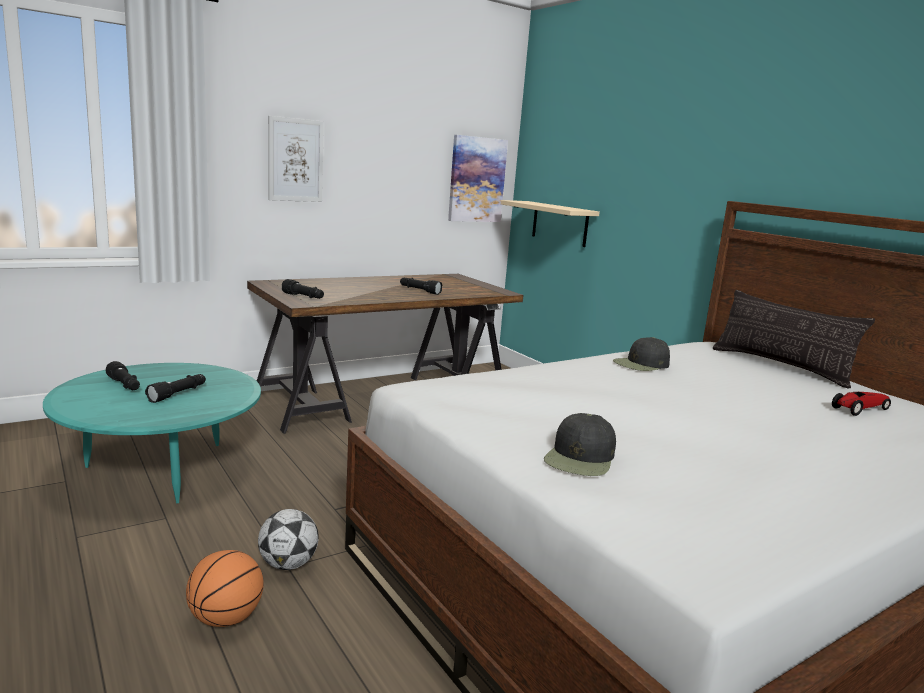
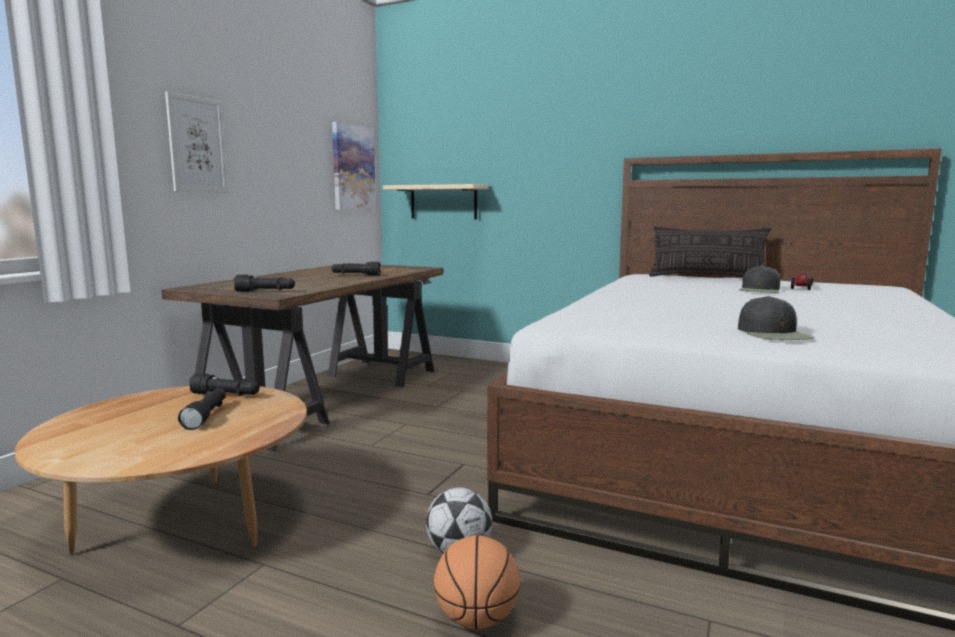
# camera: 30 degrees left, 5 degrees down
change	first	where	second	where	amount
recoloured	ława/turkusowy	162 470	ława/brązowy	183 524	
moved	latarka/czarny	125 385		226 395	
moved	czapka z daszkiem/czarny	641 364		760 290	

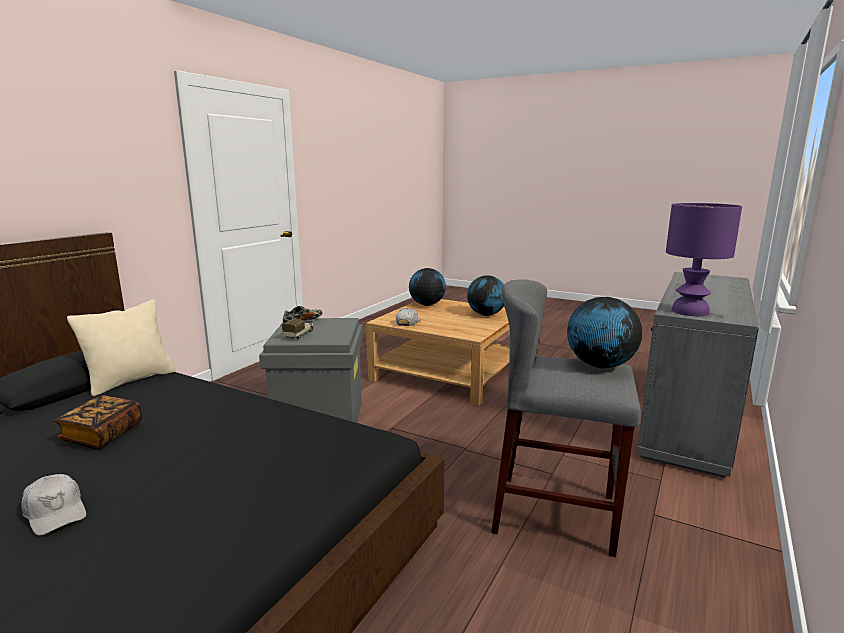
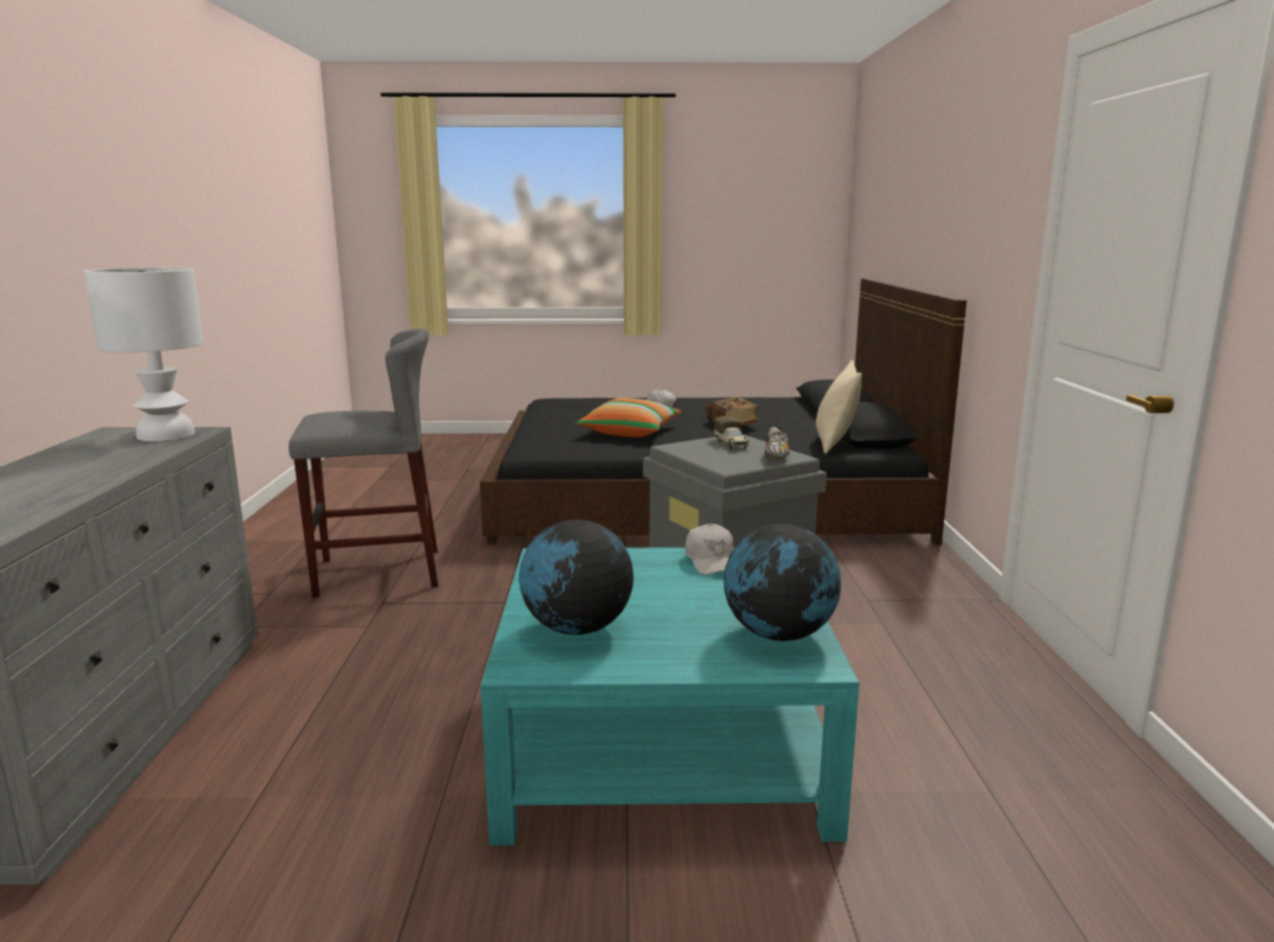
# camera: 150 degrees right, 0 degrees up
change	first	where	second	where	amount
recoloured	lampa stołowa/fioletowy	690 311	lampa stołowa/biały	165 435	
recoloured	ława/beżowy	448 371	ława/turkusowy	661 741	
added			poduszka	630 432	
removed	globus	600 365			

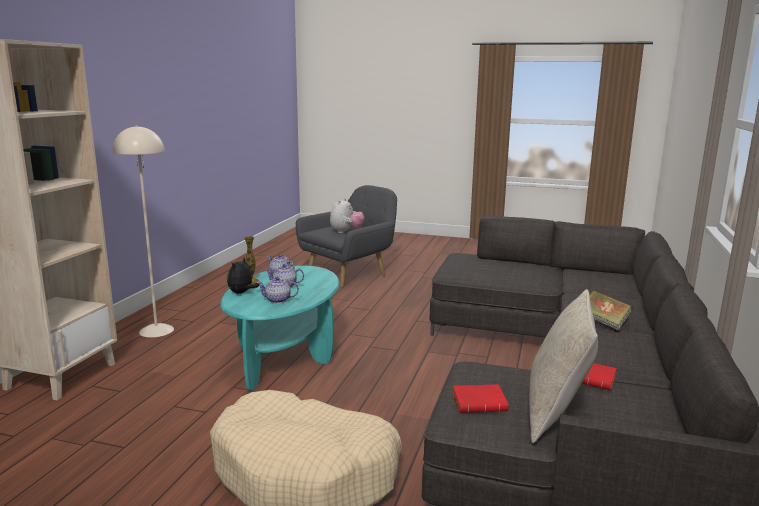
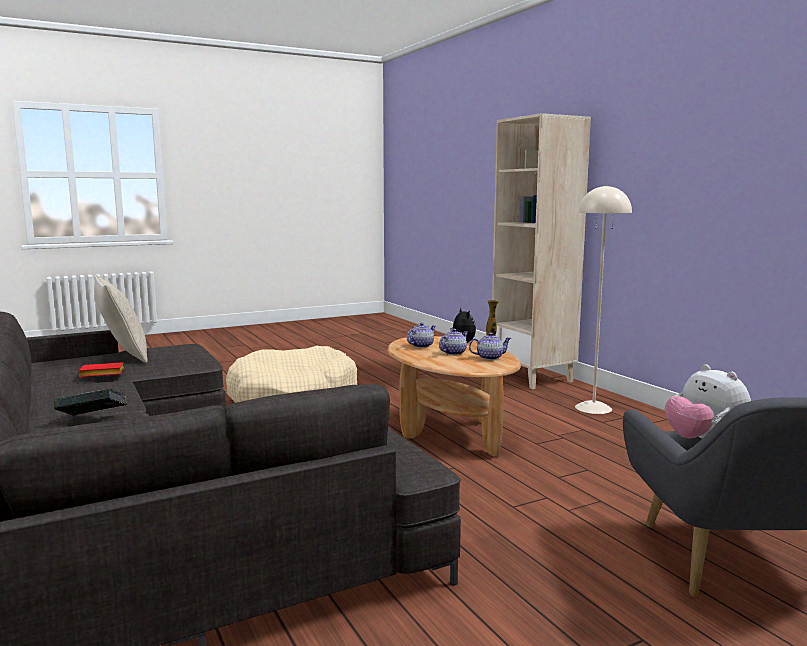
# camera: 135 degrees right, 5 degrees down
change	first	where	second	where	amount
recoloured	ława/turkusowy	285 357	ława/brązowy	449 430	
removed	książka/czerwony	480 403			

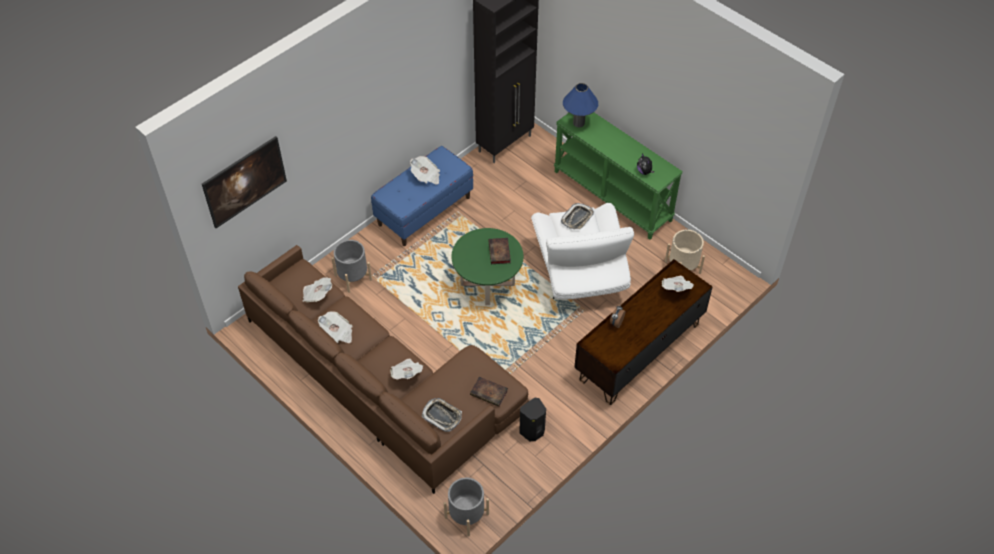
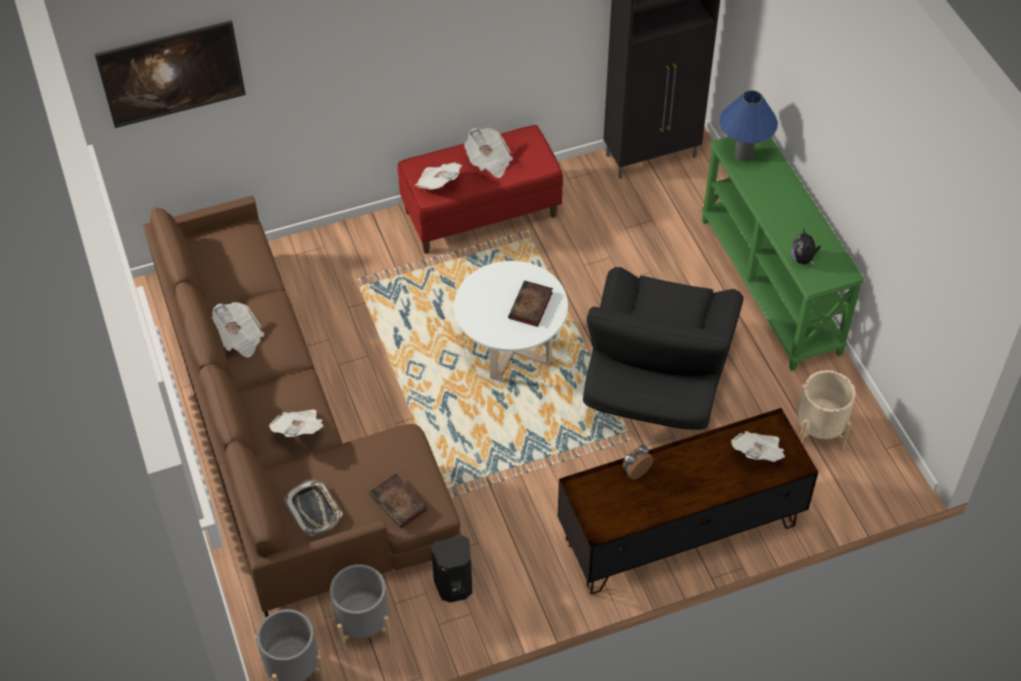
# camera: 25 degrees right, 0 degrees up
change	first	where	second	where	amount
moved	donica/szary	353 277		363 624	
recoloured	ławka/niebieski	424 210	ławka/czerwony	481 213	
moved	gazeta	317 295		438 184	
recoloured	ława/zielony	487 284	ława/biały	511 349	
recoloured	fotel/biały	580 272	fotel/czarny	656 381	
removed	taca	577 218			

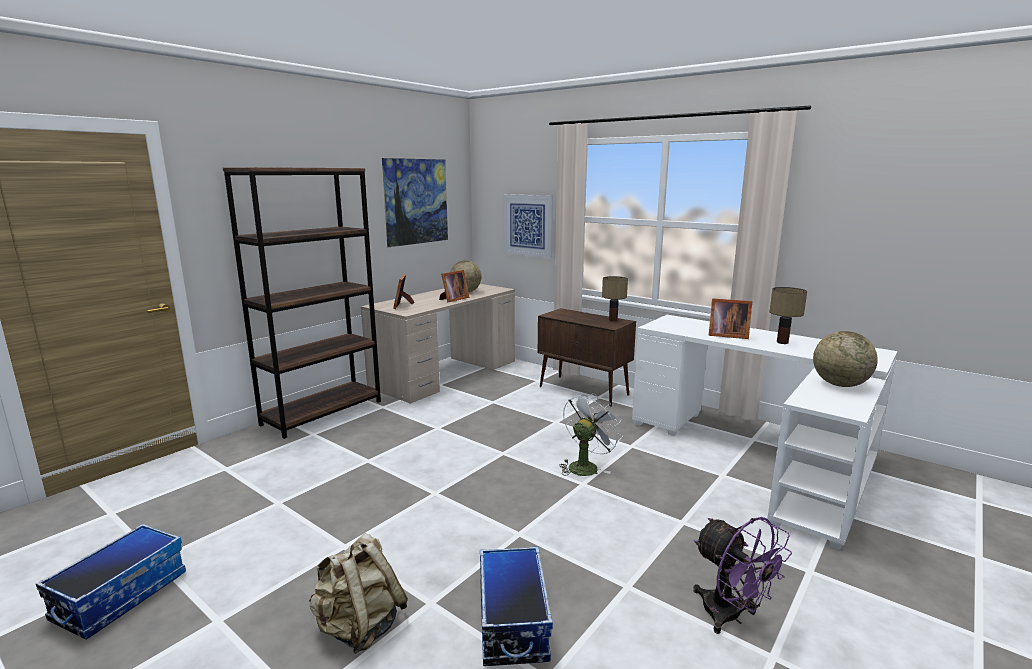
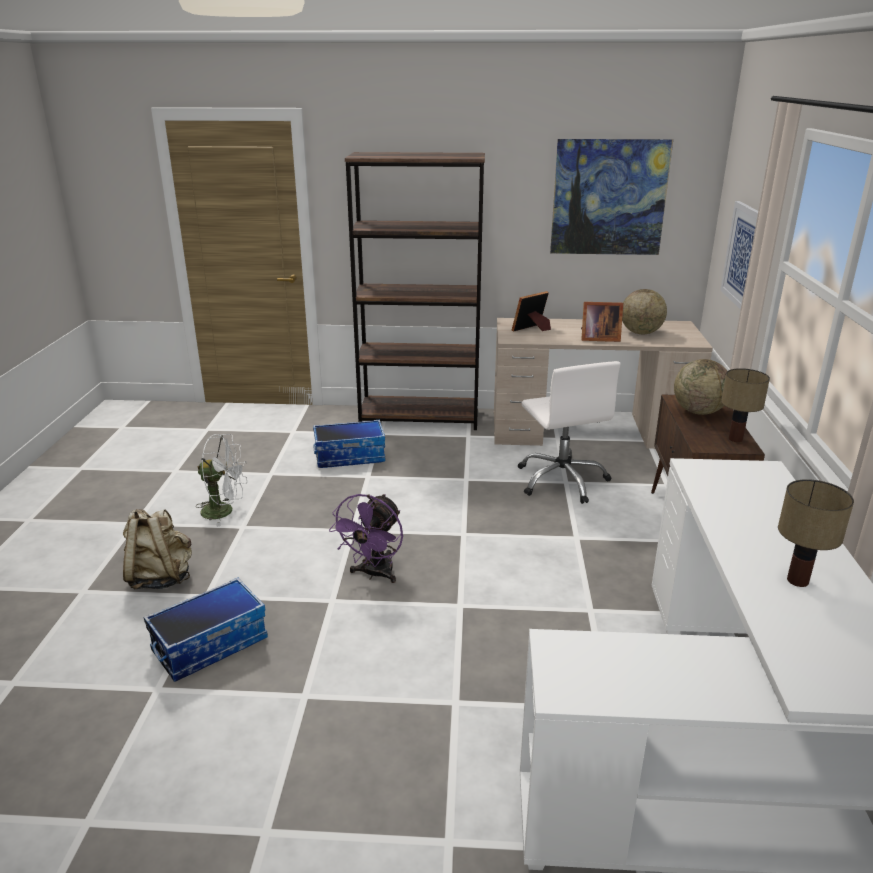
# camera: 55 degrees right, 10 degrees up
change	first	where	second	where	amount
moved	wentylator/biały	585 466		224 511	
moved	pojemnik do przechowywania	121 596		350 456	
moved	wentylator/fioletowy	730 616		374 574	
added			krzesło biurowe/biały	562 480	
moved	globus	840 384		698 411	
removed	ramka na zdjęcie	726 335			

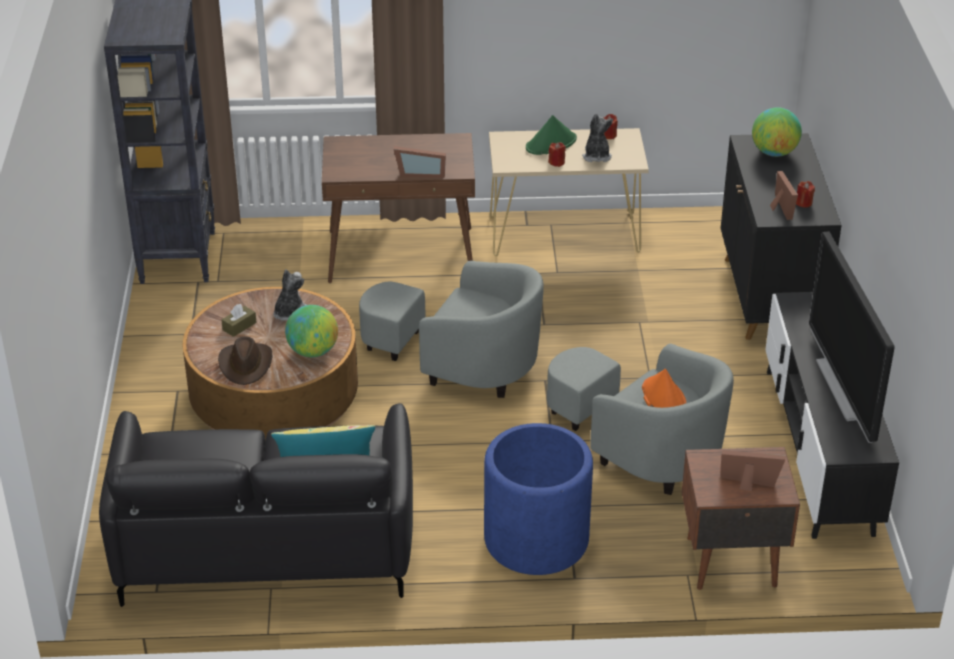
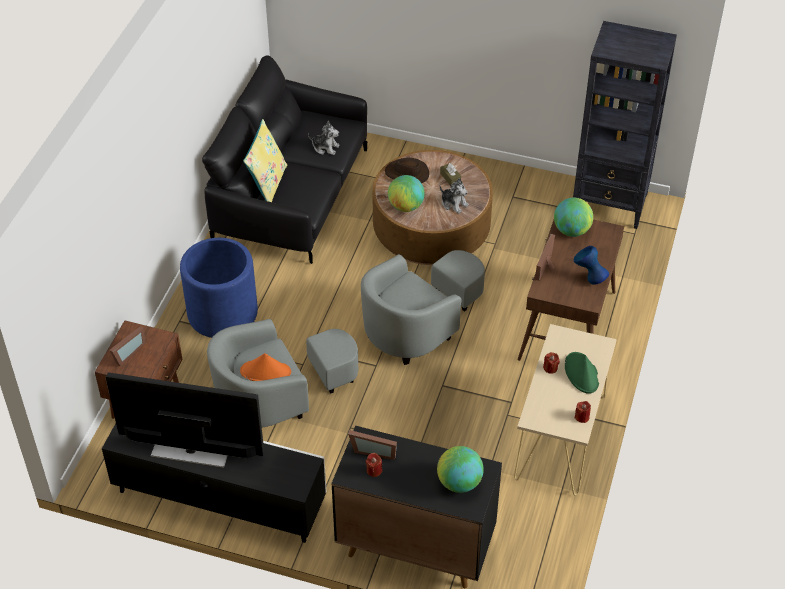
# camera: 110 degrees right, 10 degrees up
change	first	where	second	where	amount
moved	pluszak	596 156		325 147	
added			globus	571 230	
added			wazon/niebieski	589 278	

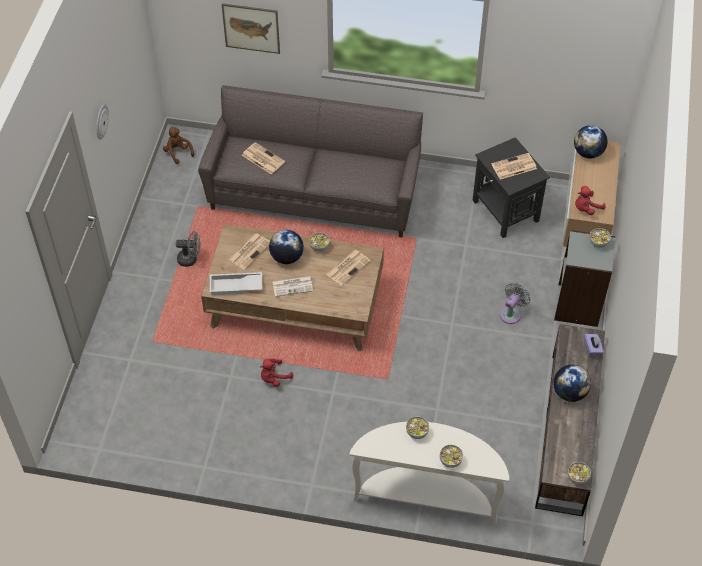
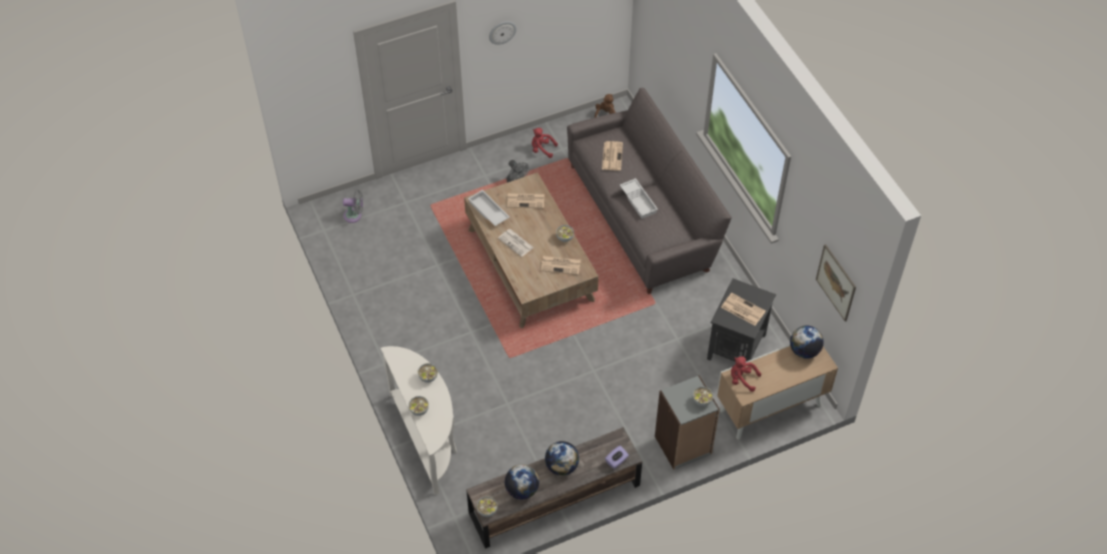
# camera: 55 degrees right, 0 degrees up
change	first	where	second	where	amount
moved	wentylator/szary	511 313		354 215	
moved	globus	287 257		522 490	
moved	pluszak/czerwony	274 378		542 149	
added			taca/biały	639 201	
moved	obraz	251 28		836 282	

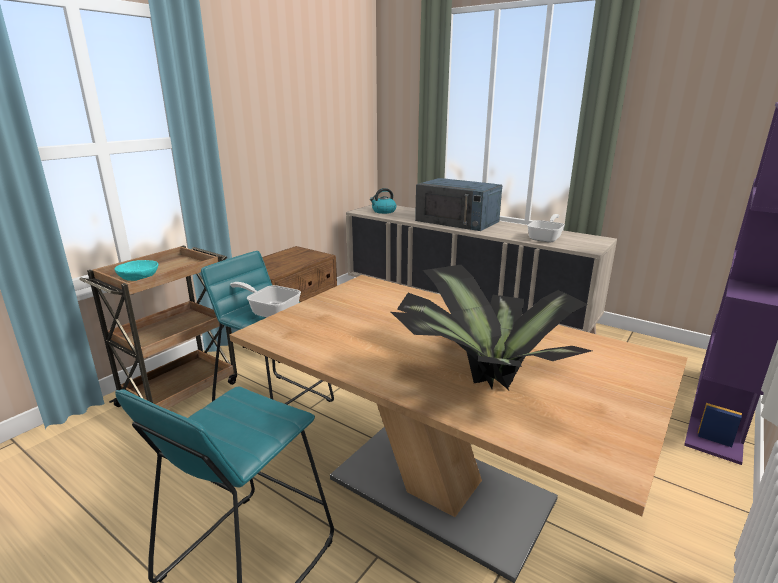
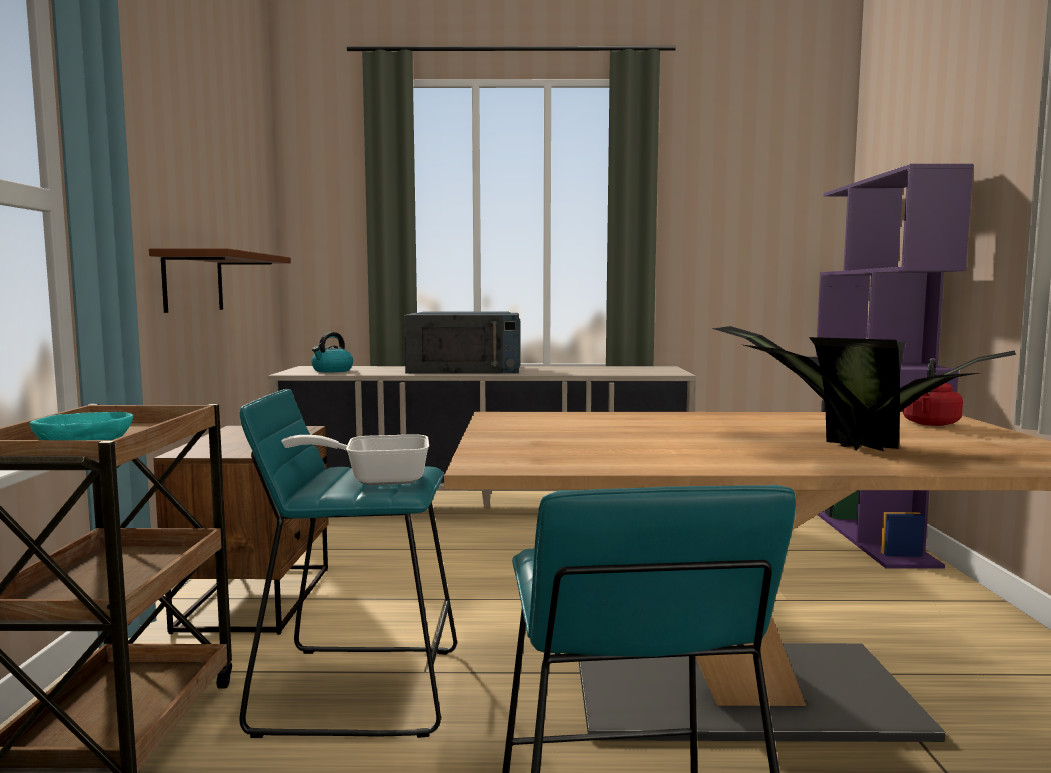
# camera: 35 degrees left, 15 degrees down
change	first	where	second	where	amount
added			półka/brązowy	193 282	
added			czajnik/czerwony	930 424	
removed	patelnia	546 238			

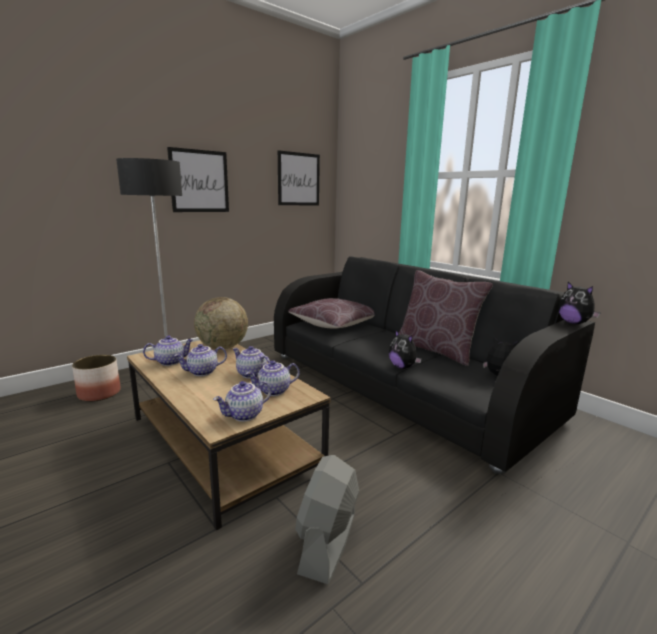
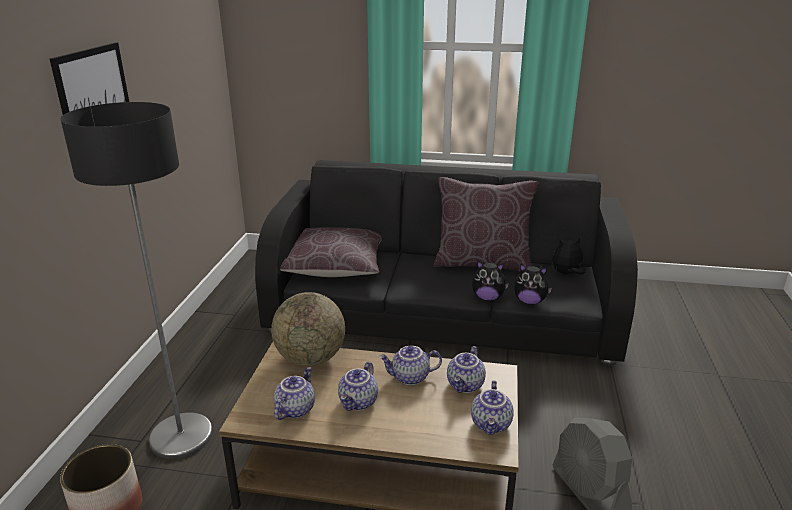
# camera: 40 degrees left, 10 degrees up
change	first	where	second	where	amount
moved	pluszak	574 323		529 301	
removed	obraz	298 179			

